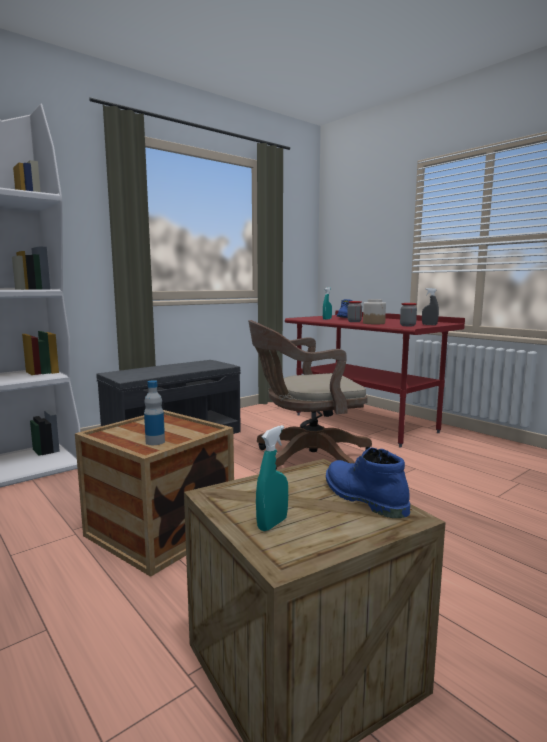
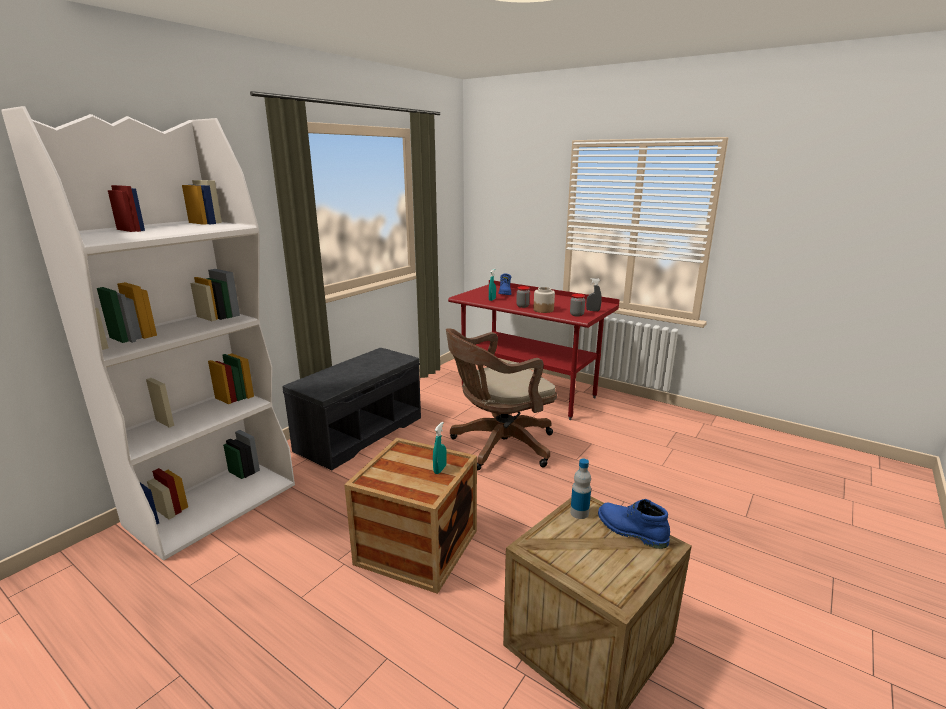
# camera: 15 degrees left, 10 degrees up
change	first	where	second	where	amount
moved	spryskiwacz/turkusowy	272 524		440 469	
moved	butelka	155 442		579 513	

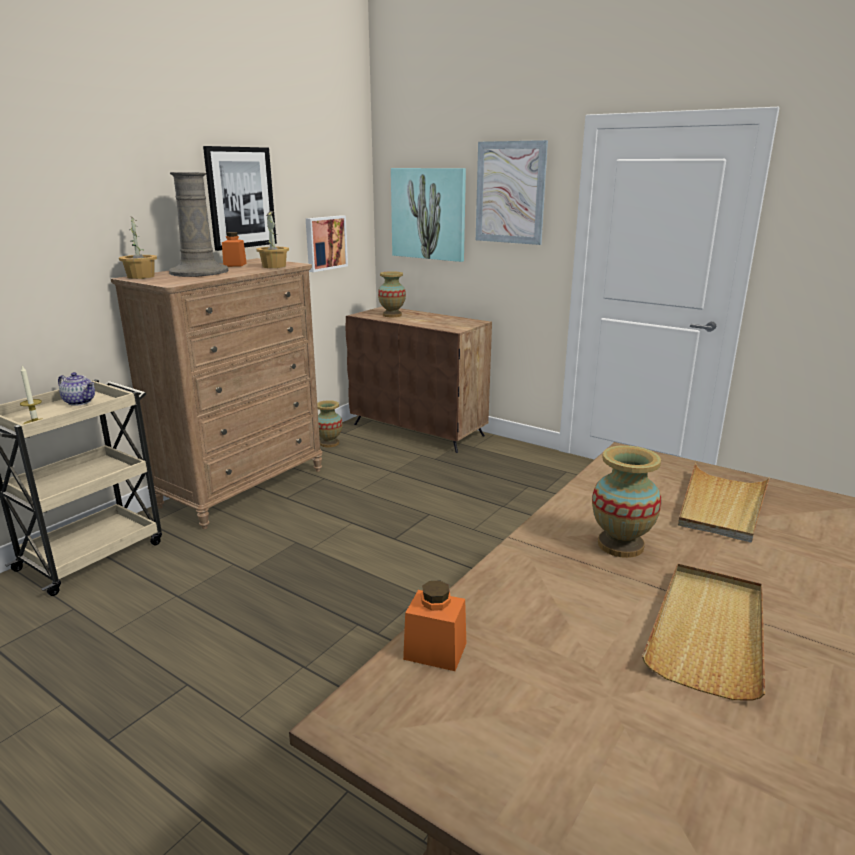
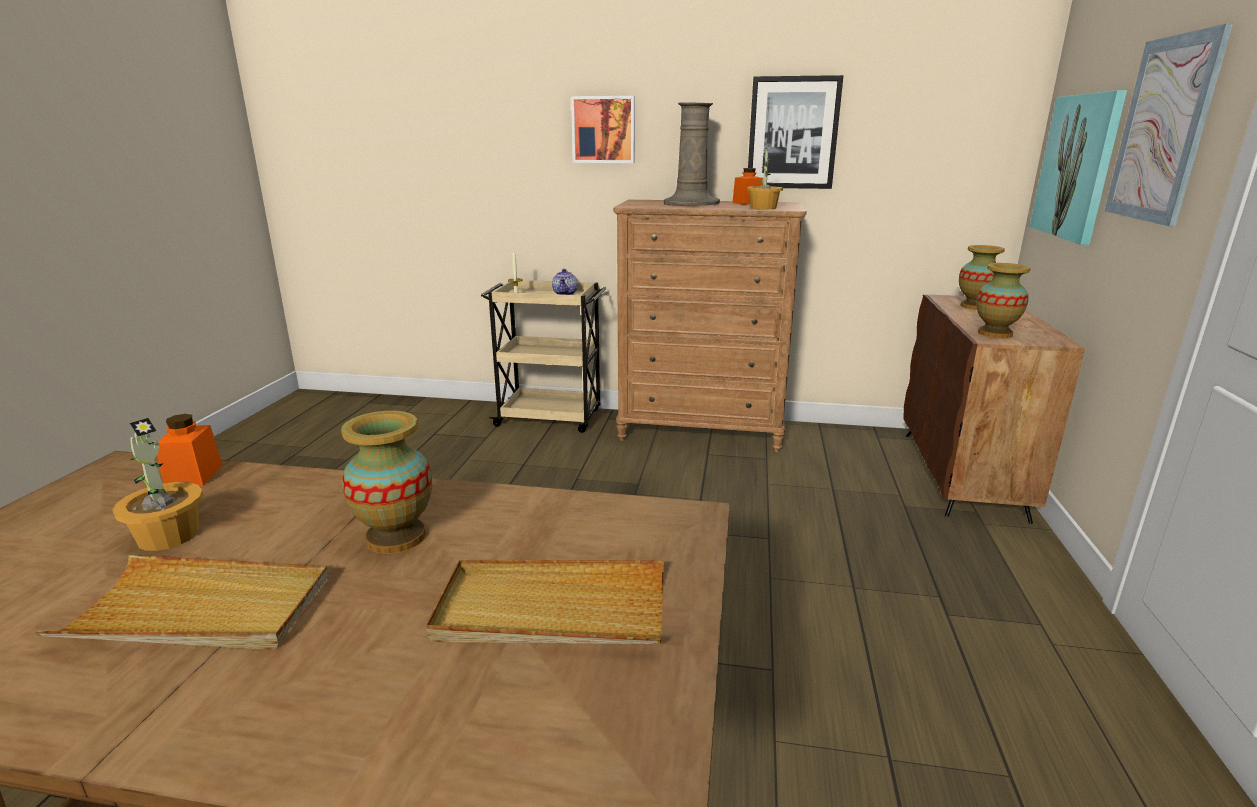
# camera: 65 degrees right, 0 degrees up
change	first	where	second	where	amount
moved	roślina doniczkowa	140 276		168 535	
moved	obraz	325 243		604 130	
moved	wazon	329 443		995 334	

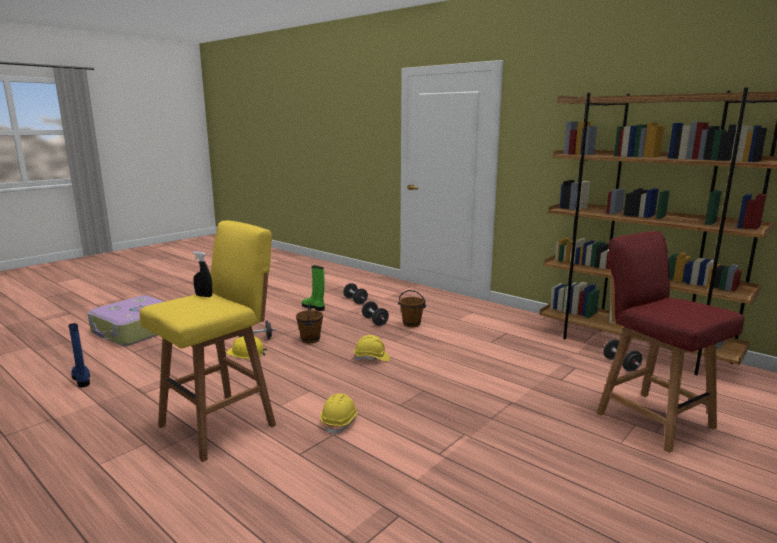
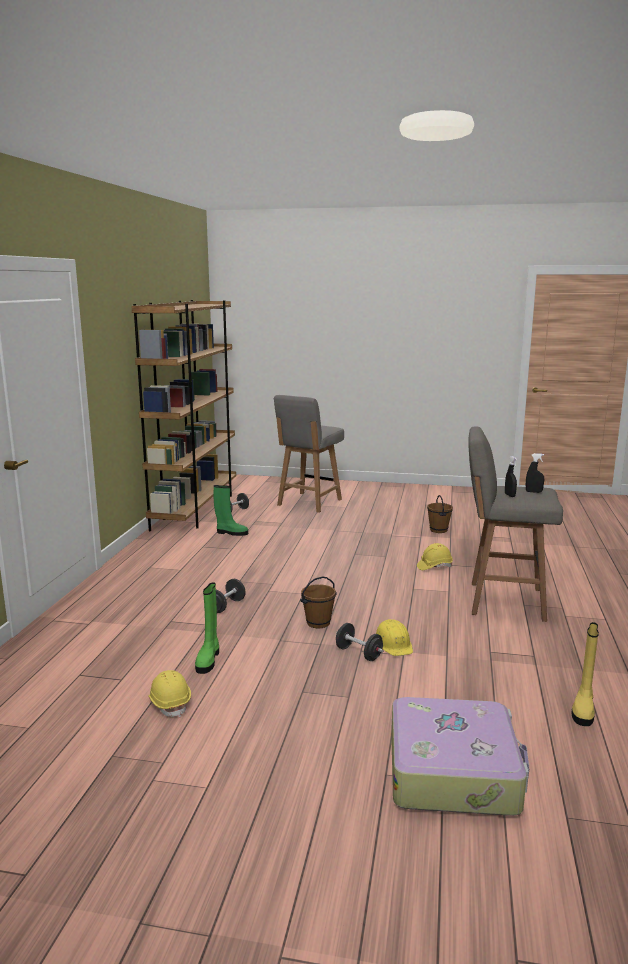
# camera: 120 degrees left, 0 degrees up
change	first	where	second	where	amount
moved	kask/żółty	371 358		170 703	
added			but z cholewką/zielony	231 533	
recoloured	krzesło/czerwony	652 419	krzesło/szary	308 503	
moved	wiadro/brązowy	412 324		438 530	
recoloured	stołek/żółty	221 424	stołek/szary	503 601	
added			spryskiwacz/czarny	533 492	
recoloured	but z cholewką/niebieski	82 379	but z cholewką/żółty	583 709	
removed	hantel/czarny	355 301			

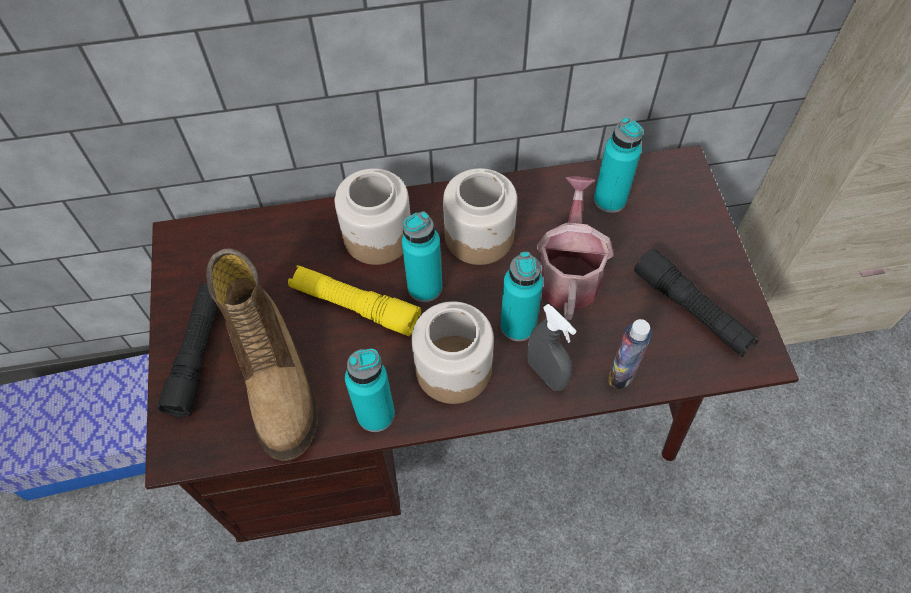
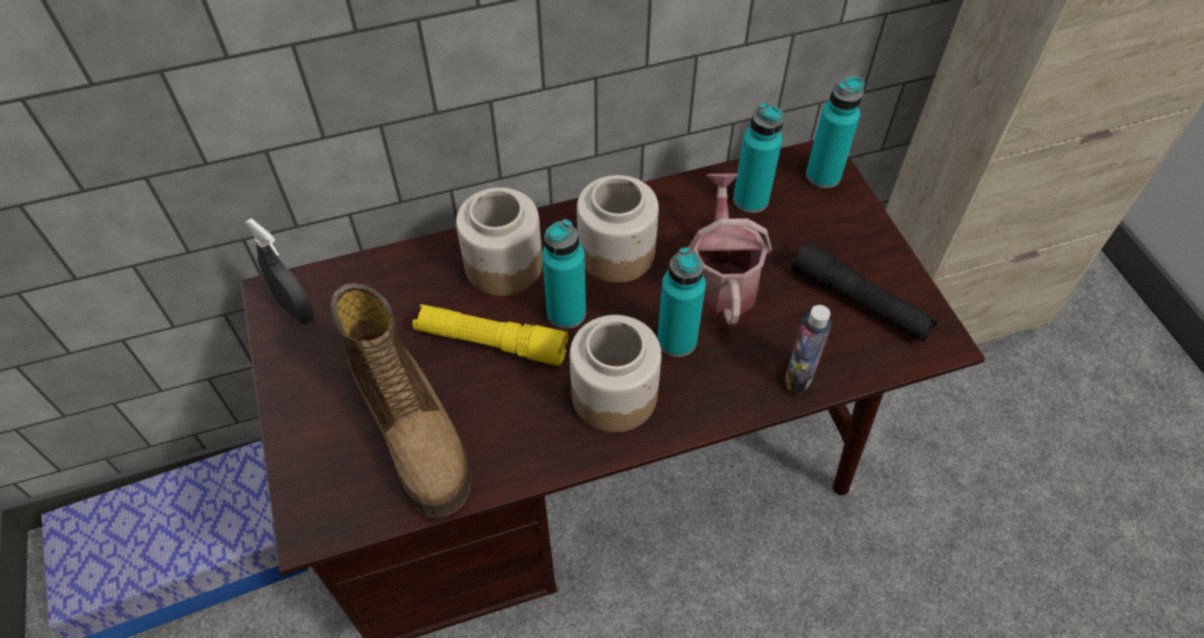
# camera: 10 degrees left, 5 degrees down
change	first	where	second	where	amount
moved	spryskiwacz/szary	546 374		296 310	
moved	butelka/turkusowy	375 414		823 175	
removed	latarka/czarny	198 353			

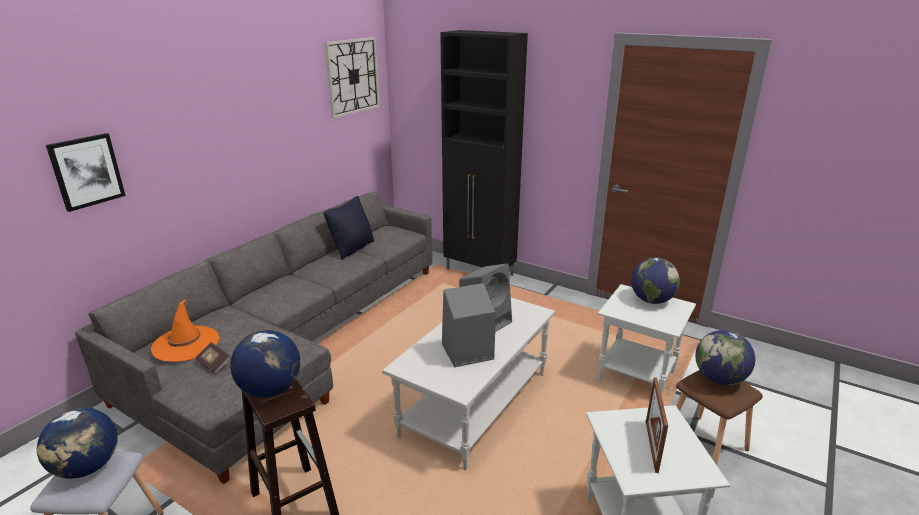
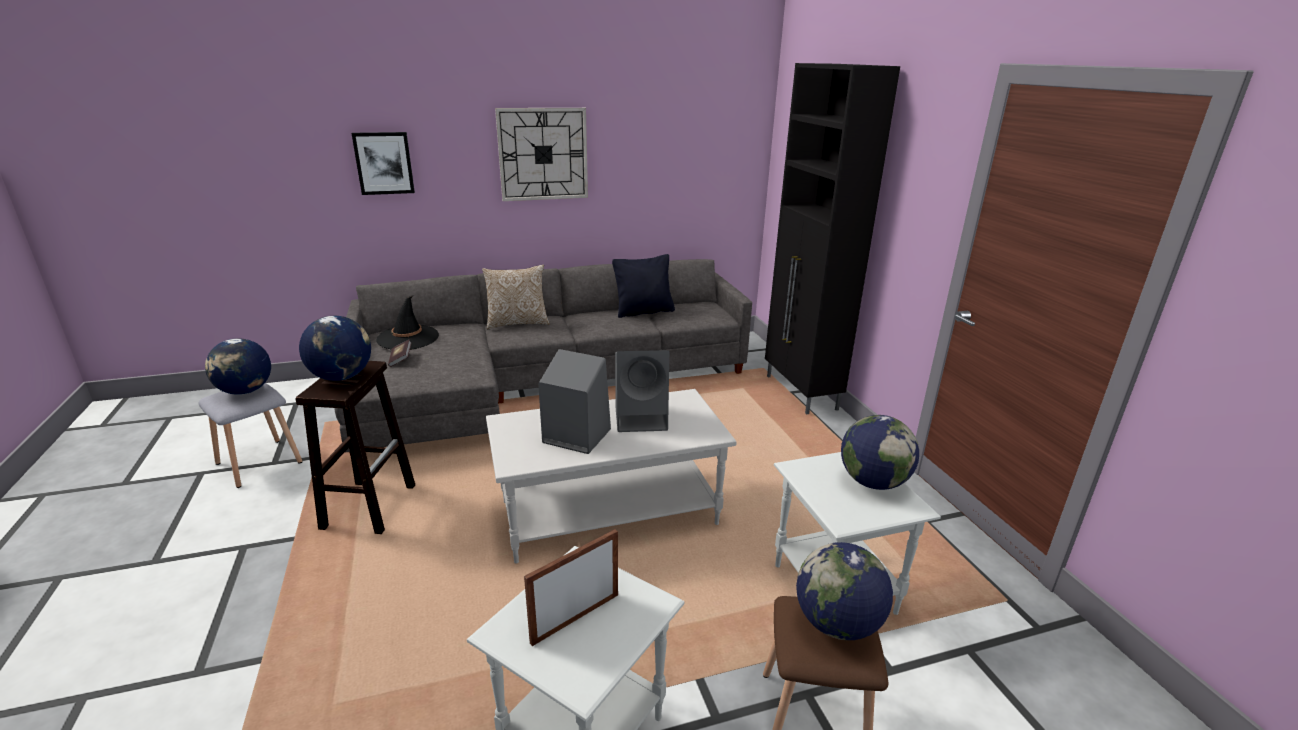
# camera: 40 degrees right, 0 degrees up
change	first	where	second	where	amount
recoloured	kapelusz/pomarańczowy	186 344	kapelusz/czarny	408 338	
added			poduszka	517 323	
moved	zegar ścienny	352 76		543 154	

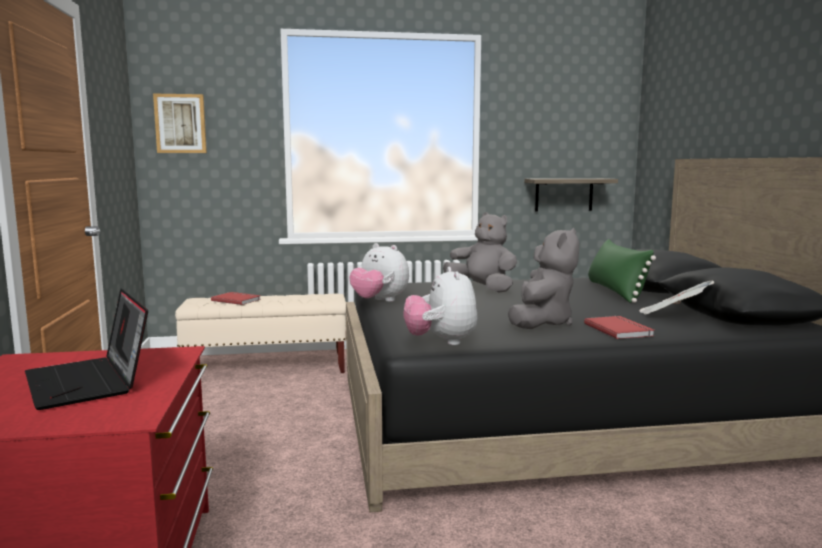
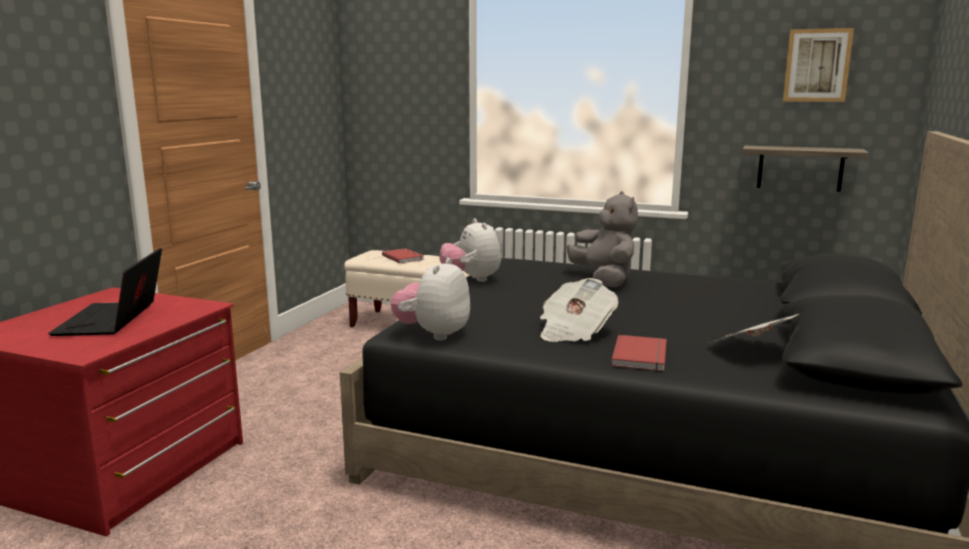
# camera: 30 degrees right, 5 degrees up
change	first	where	second	where	amount
replaced	pluszak/szary	541 323	gazeta	574 331	
moved	obraz	180 123		817 65	
removed	poduszka/zielony	615 291			

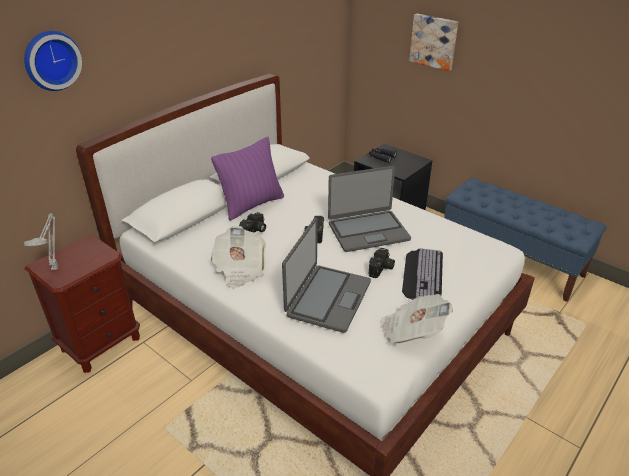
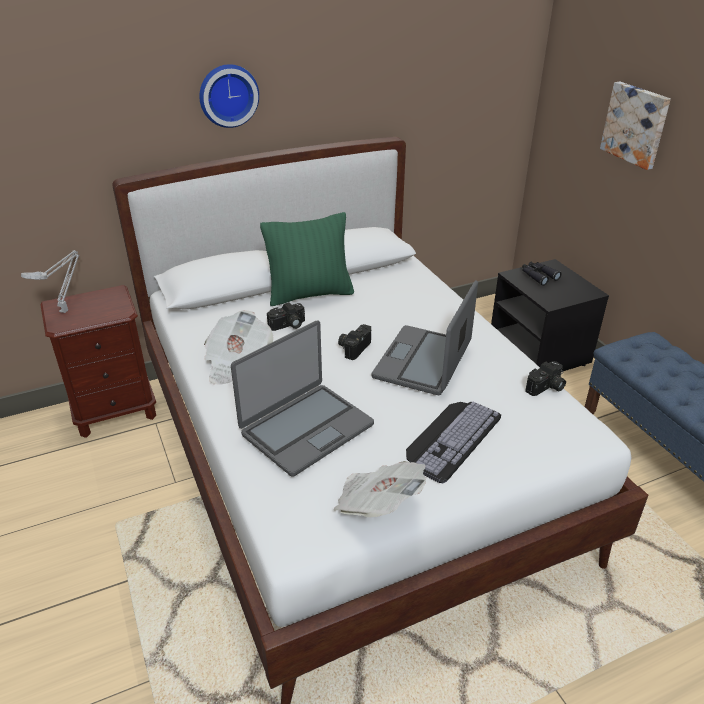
# camera: 25 degrees right, 0 degrees up
change	first	where	second	where	amount
moved	zegar ścienny	51 60		228 95	
recoloured	poduszka/fioletowy	252 205	poduszka/zielony	310 294	
turned	laptop	368 231		423 361	105 degrees clockwise
moved	aparat fotograficzny	381 269		546 388	

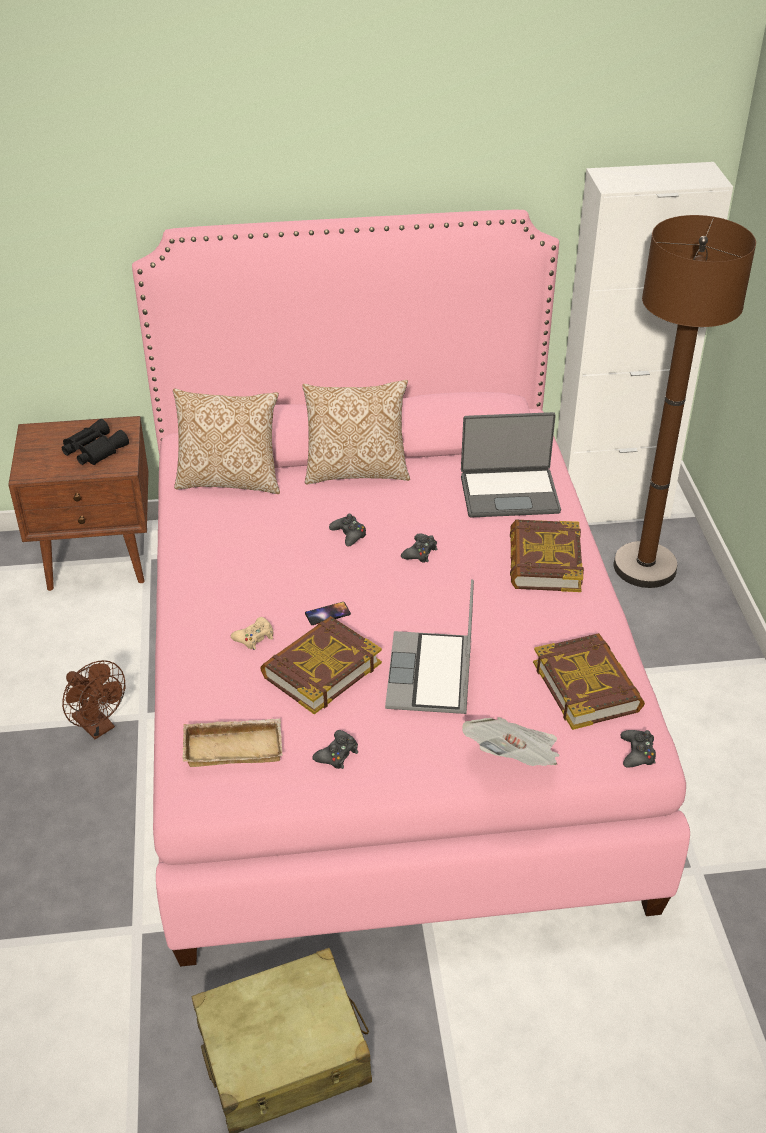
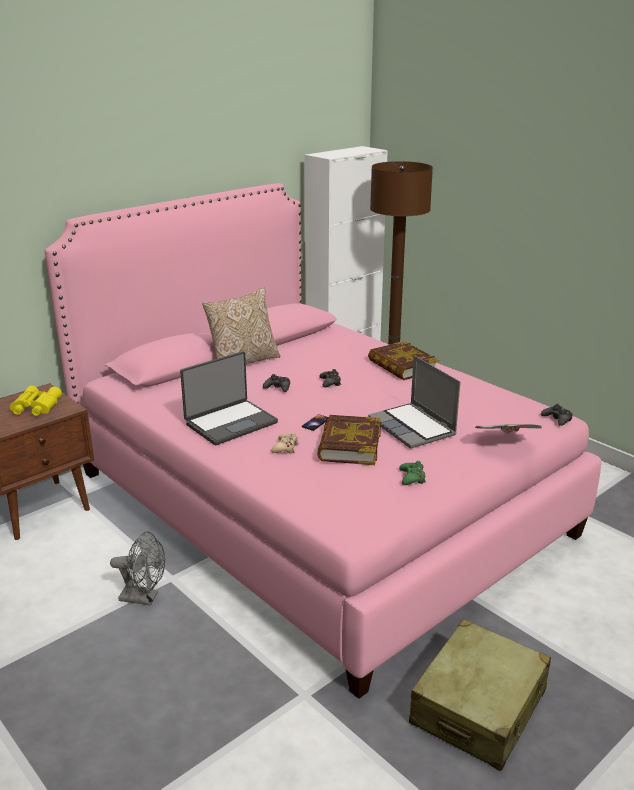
# camera: 35 degrees left, 15 degrees down
change	first	where	second	where	amount
recoloured	lornetka/czarny	93 449	lornetka/żółty	35 407	
recoloured	wentylator/brązowy	98 726	wentylator/szary	144 598	
moved	laptop	509 493		230 423	
recoloured	pad do gier/czarny	337 754	pad do gier/zielony	412 478	
removed	poduszka	230 480			
removed	taca/beżowy	234 746			
removed	książka	587 686			

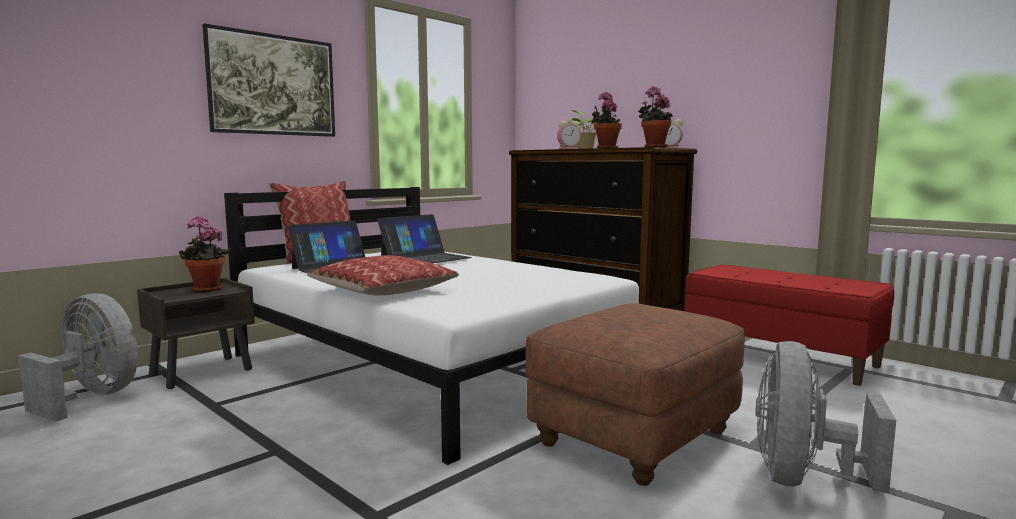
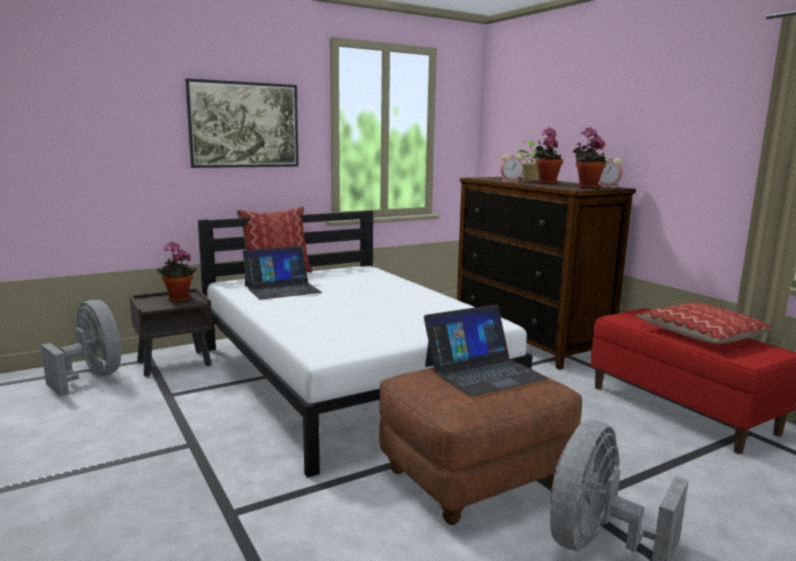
# camera: 15 degrees right, 5 degrees up
change	first	where	second	where	amount
moved	laptop	425 258		483 372	
moved	poduszka	383 290		701 334	

